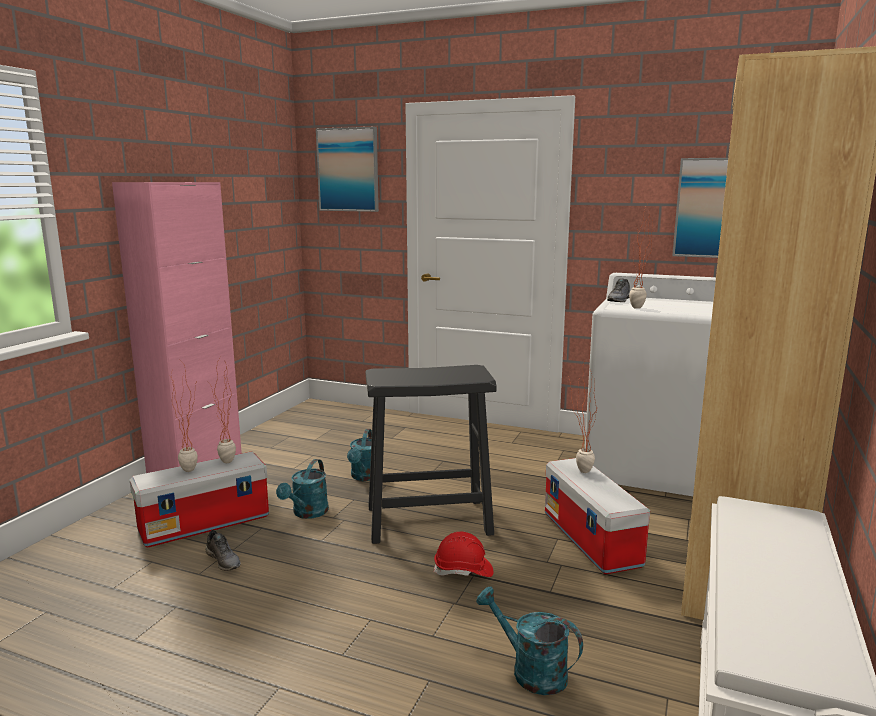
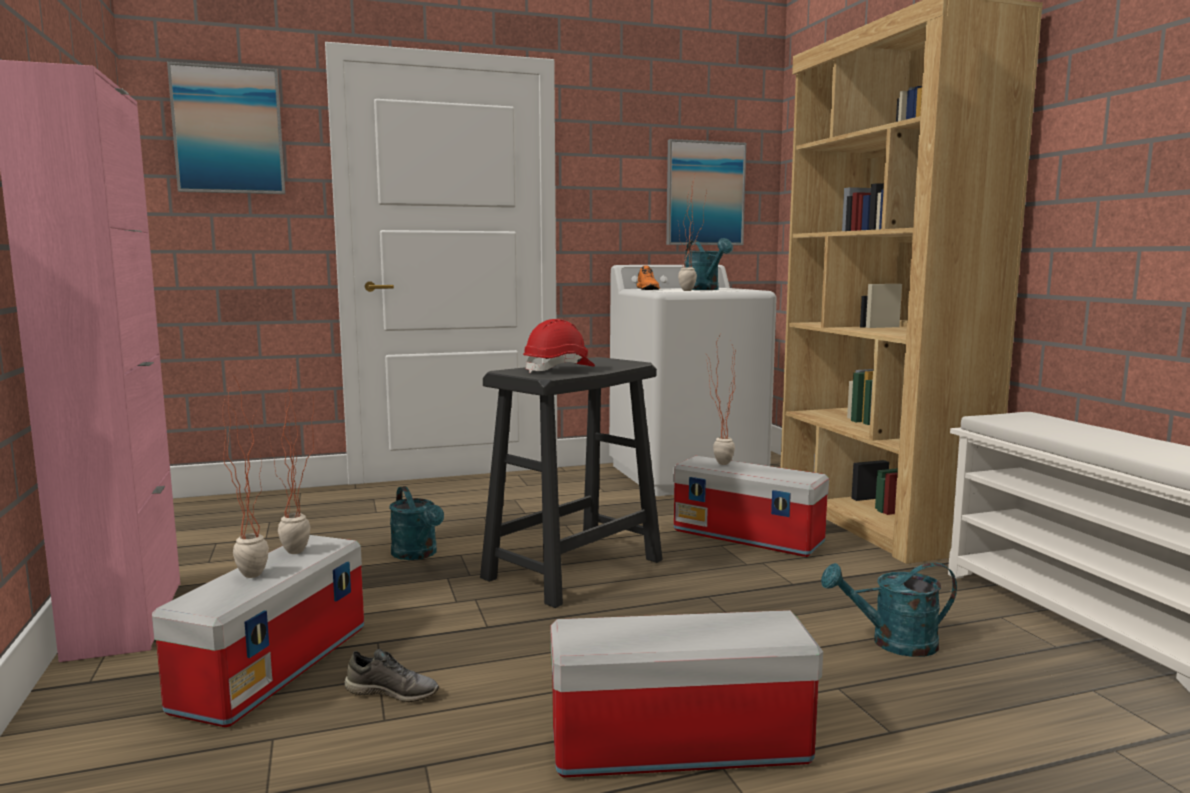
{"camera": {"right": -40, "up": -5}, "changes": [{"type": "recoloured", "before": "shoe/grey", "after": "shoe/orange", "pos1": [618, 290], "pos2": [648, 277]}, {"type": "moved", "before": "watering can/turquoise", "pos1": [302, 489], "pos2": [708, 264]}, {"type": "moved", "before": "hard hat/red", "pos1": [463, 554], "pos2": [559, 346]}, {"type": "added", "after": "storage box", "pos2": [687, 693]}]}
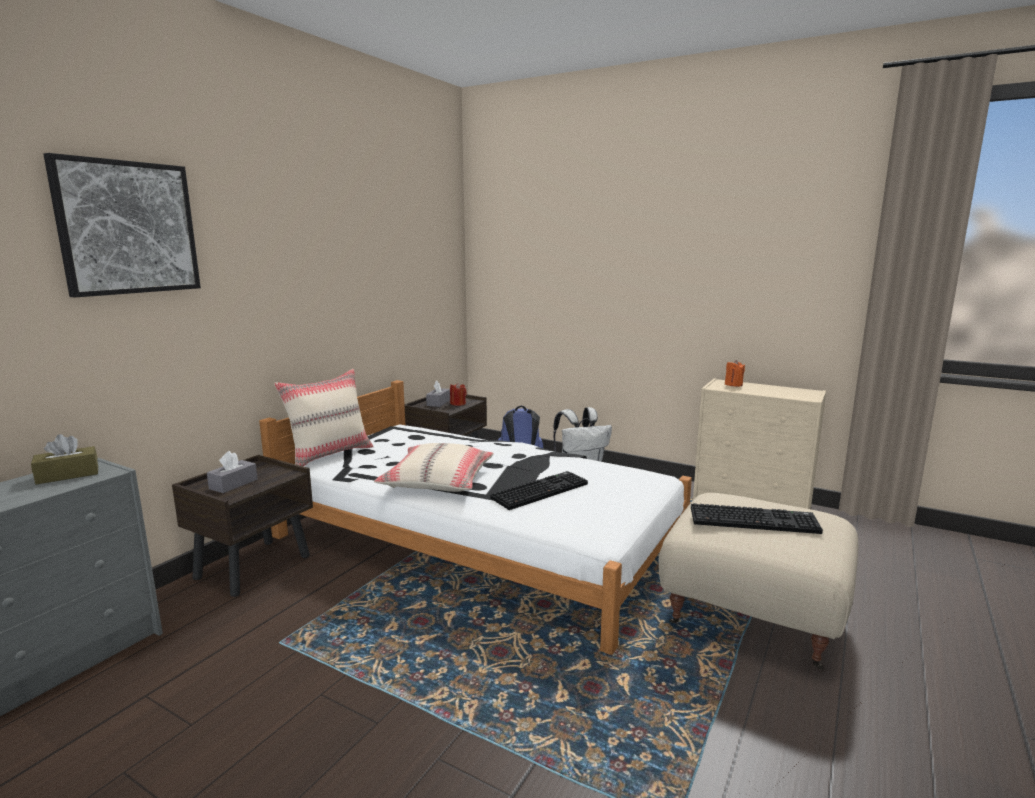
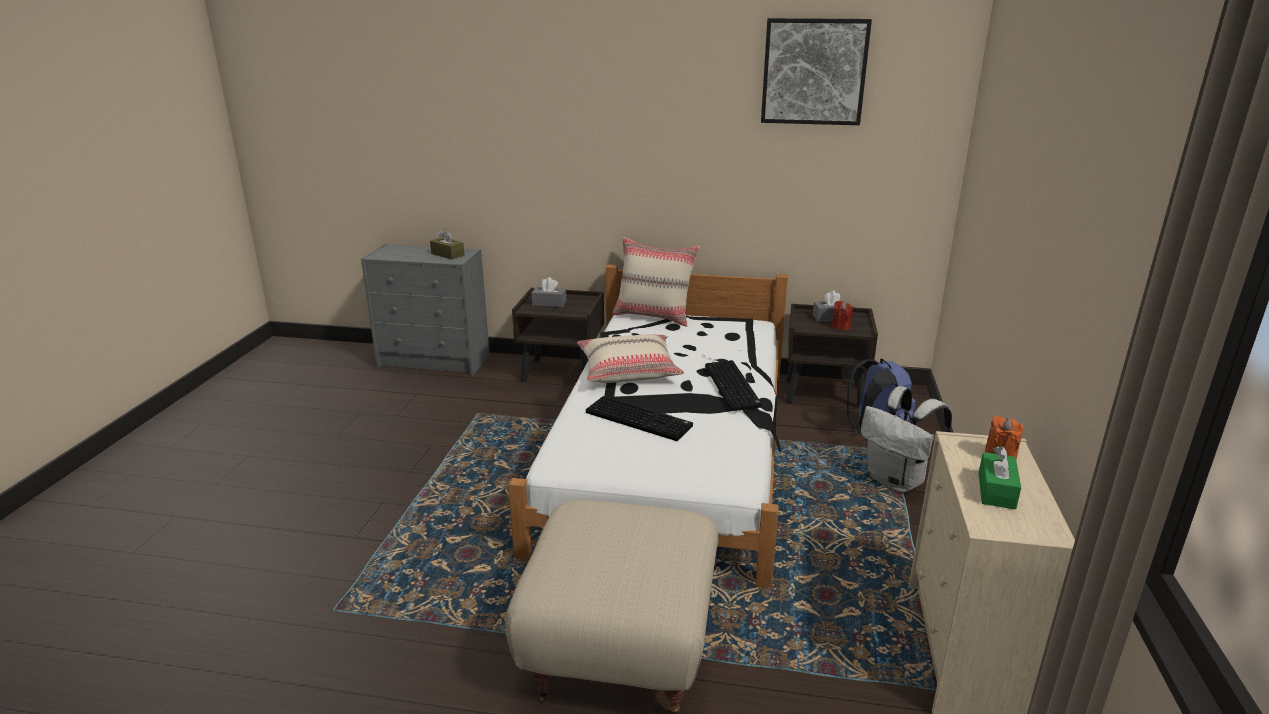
{"camera": {"right": 70, "up": 10}, "changes": [{"type": "moved", "before": "picture", "pos1": [122, 225], "pos2": [816, 71]}, {"type": "moved", "before": "keyboard", "pos1": [757, 518], "pos2": [733, 385]}, {"type": "added", "after": "tissue box/green", "pos2": [1000, 478]}]}
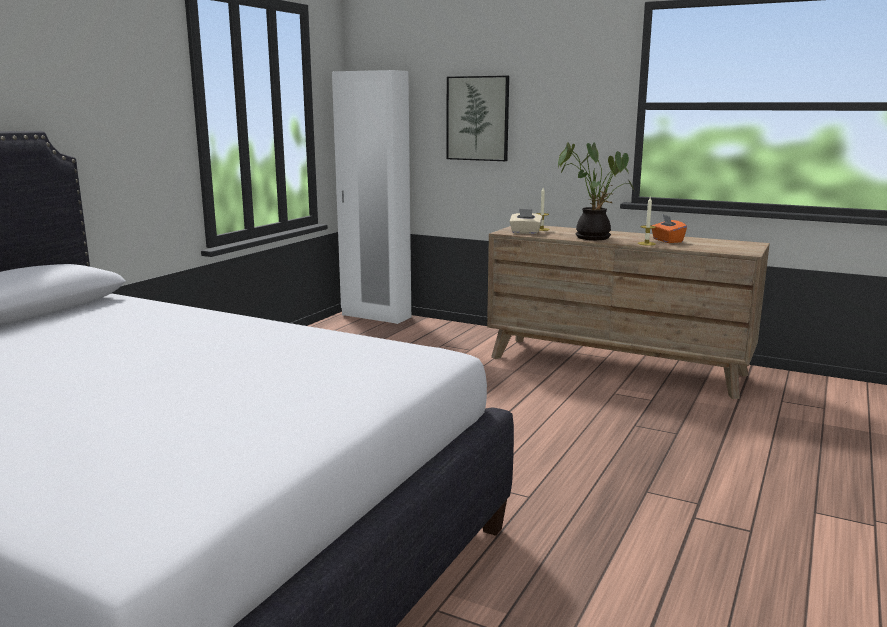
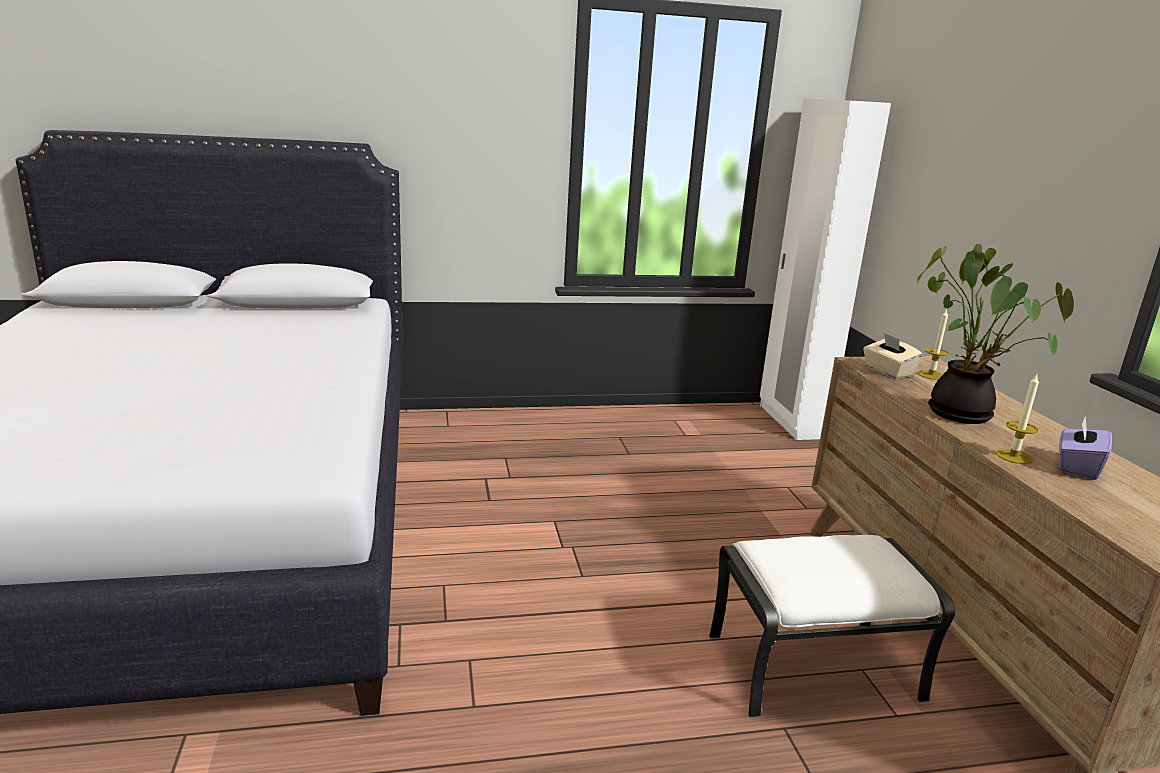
{"camera": {"right": 50, "up": 5}, "changes": [{"type": "removed", "before": "picture", "pos1": [478, 118]}, {"type": "recoloured", "before": "tissue box/orange", "after": "tissue box/purple", "pos1": [669, 229], "pos2": [1085, 448]}, {"type": "added", "after": "ottoman/white", "pos2": [832, 626]}]}
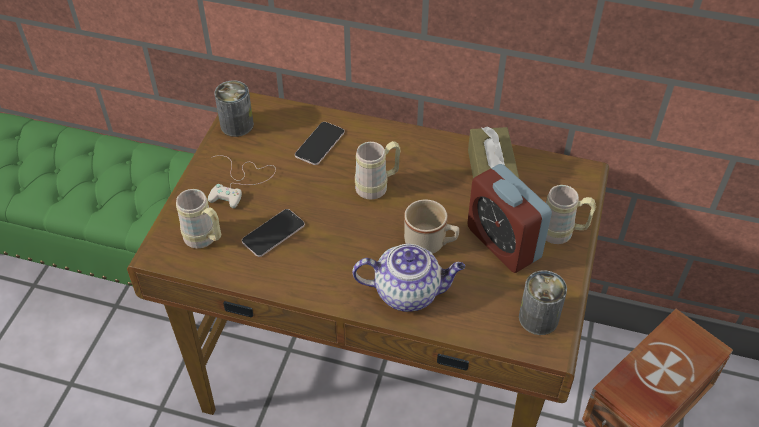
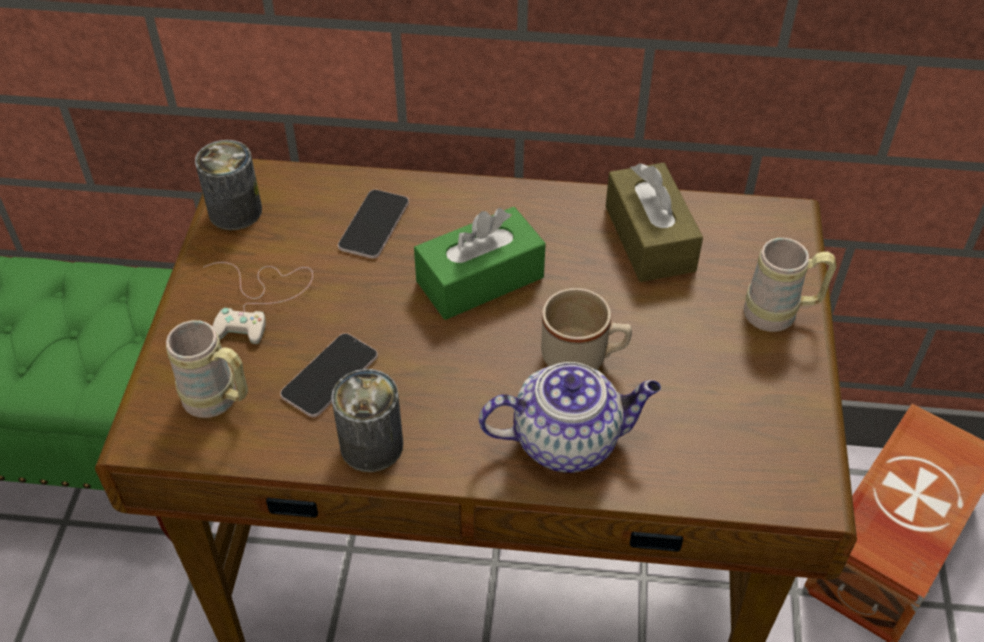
{"camera": {"right": -10, "up": 0}, "changes": [{"type": "replaced", "before": "mug/beige", "after": "tissue box/green", "pos1": [377, 170], "pos2": [480, 263]}, {"type": "removed", "before": "alarm clock", "pos1": [509, 218]}, {"type": "moved", "before": "can", "pos1": [543, 302], "pos2": [367, 420]}]}
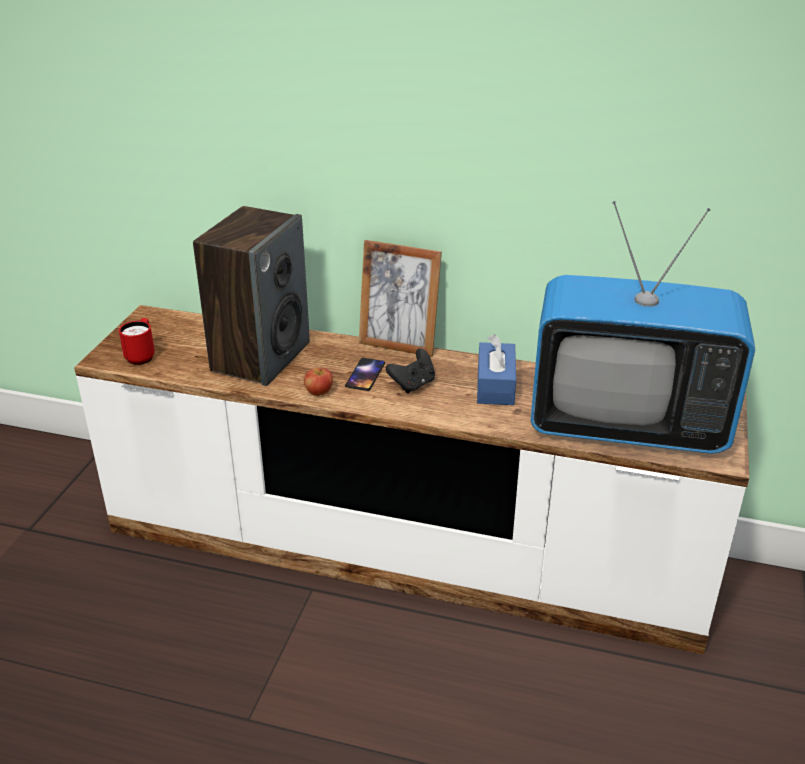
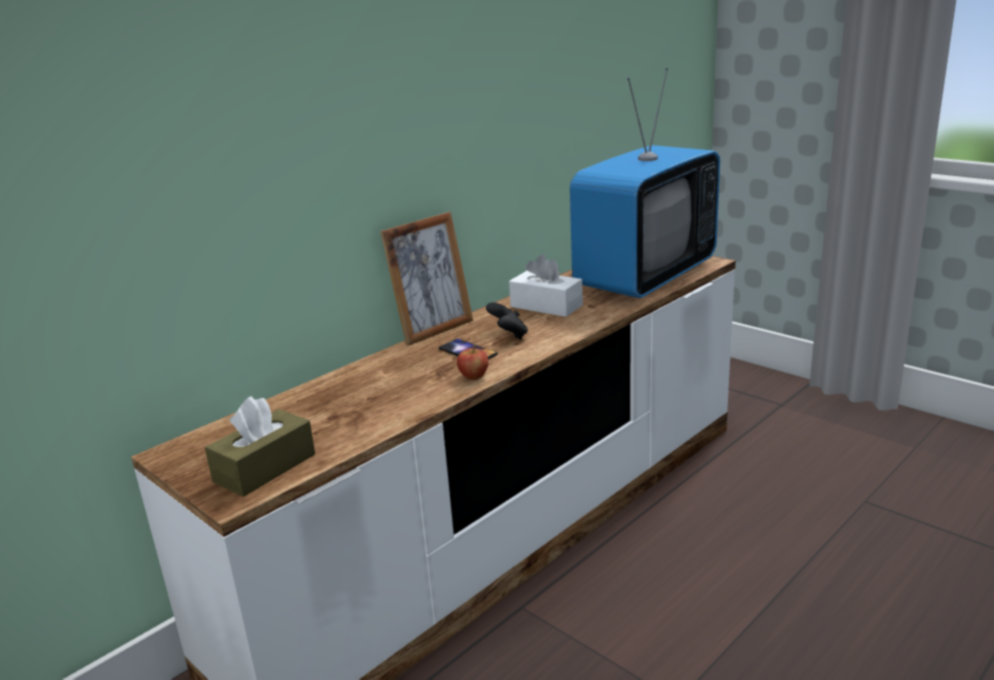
{"camera": {"right": -60, "up": -10}, "changes": [{"type": "removed", "before": "speaker", "pos1": [251, 296]}, {"type": "replaced", "before": "mug/red", "after": "tissue box/brown", "pos1": [137, 341], "pos2": [260, 446]}, {"type": "recoloured", "before": "tissue box/blue", "after": "tissue box/white", "pos1": [496, 369], "pos2": [546, 285]}]}
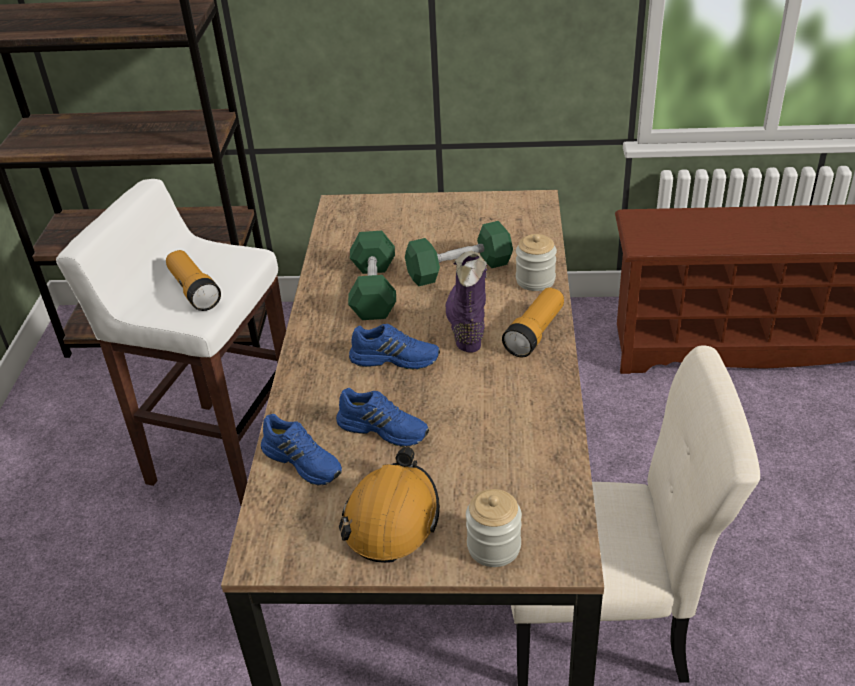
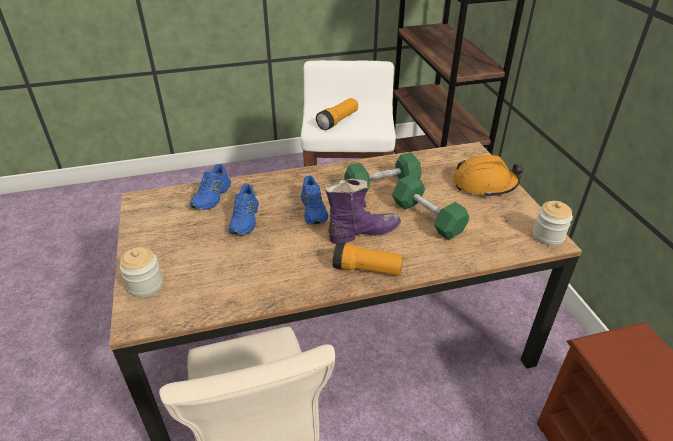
{"camera": {"right": 70, "up": 0}, "changes": [{"type": "moved", "before": "jar", "pos1": [536, 262], "pos2": [553, 223]}, {"type": "moved", "before": "hard hat/orange", "pos1": [389, 504], "pos2": [489, 176]}]}
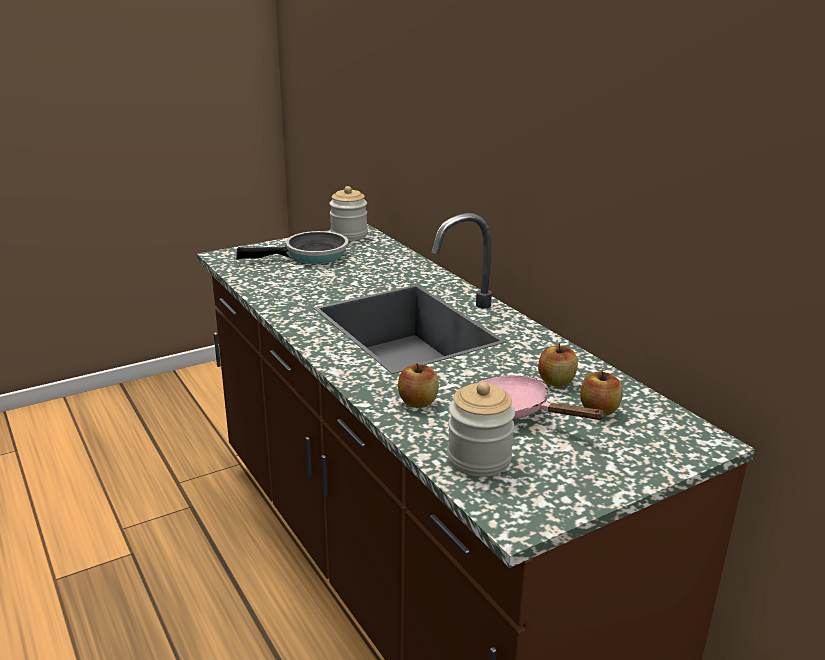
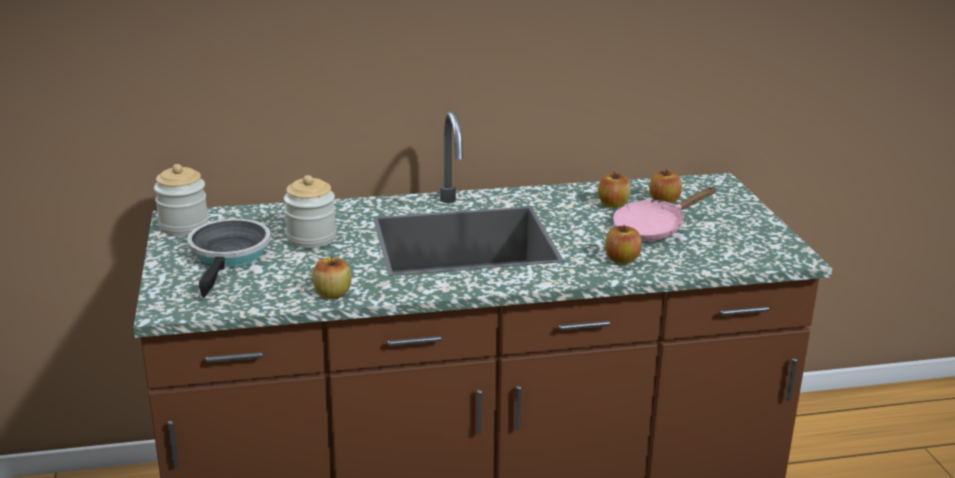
{"camera": {"right": -70, "up": 0}, "changes": [{"type": "moved", "before": "jar", "pos1": [481, 429], "pos2": [310, 211]}, {"type": "added", "after": "apple", "pos2": [332, 277]}]}
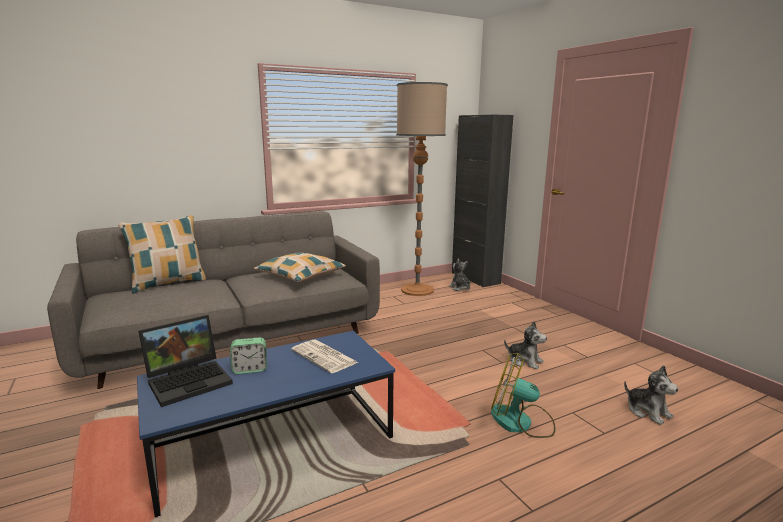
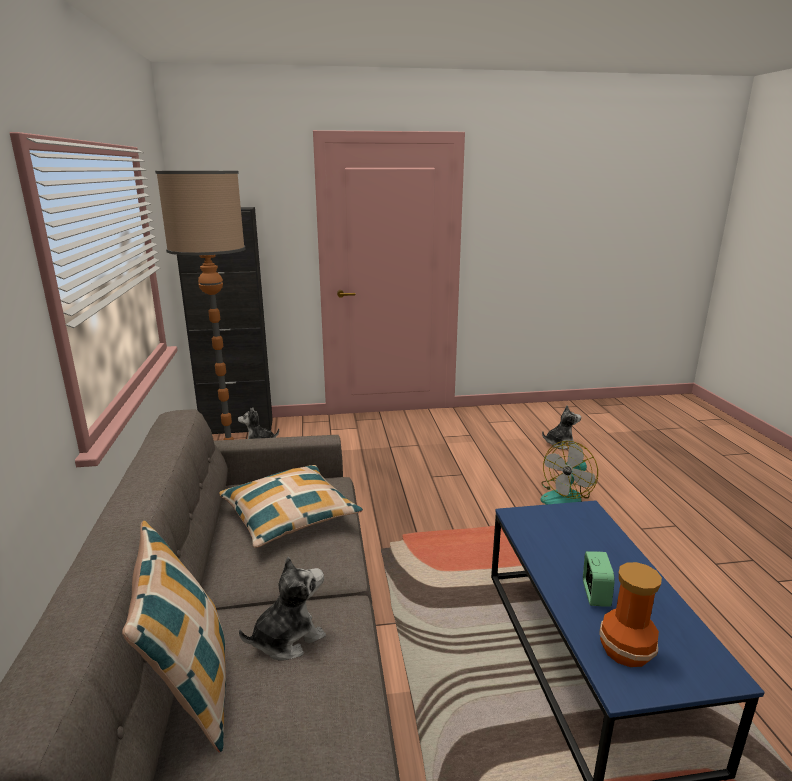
{"camera": {"right": -70, "up": 5}, "changes": [{"type": "replaced", "before": "laptop", "after": "vase", "pos1": [185, 361], "pos2": [630, 614]}, {"type": "moved", "before": "plush toy", "pos1": [525, 345], "pos2": [282, 608]}, {"type": "removed", "before": "newspaper", "pos1": [324, 356]}]}
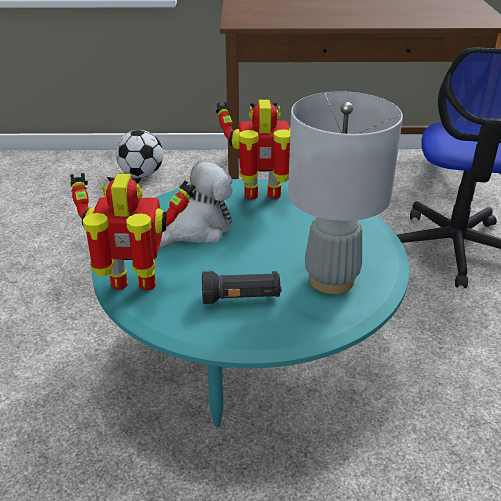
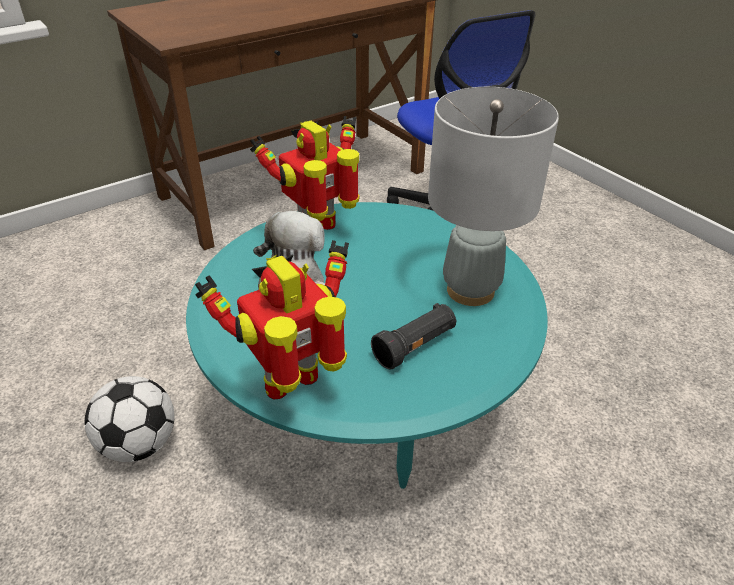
{"camera": {"right": -35, "up": 5}, "changes": [{"type": "moved", "before": "football", "pos1": [139, 153], "pos2": [130, 419]}]}
